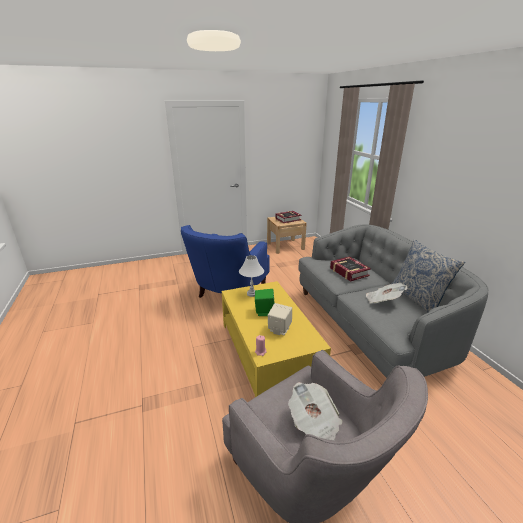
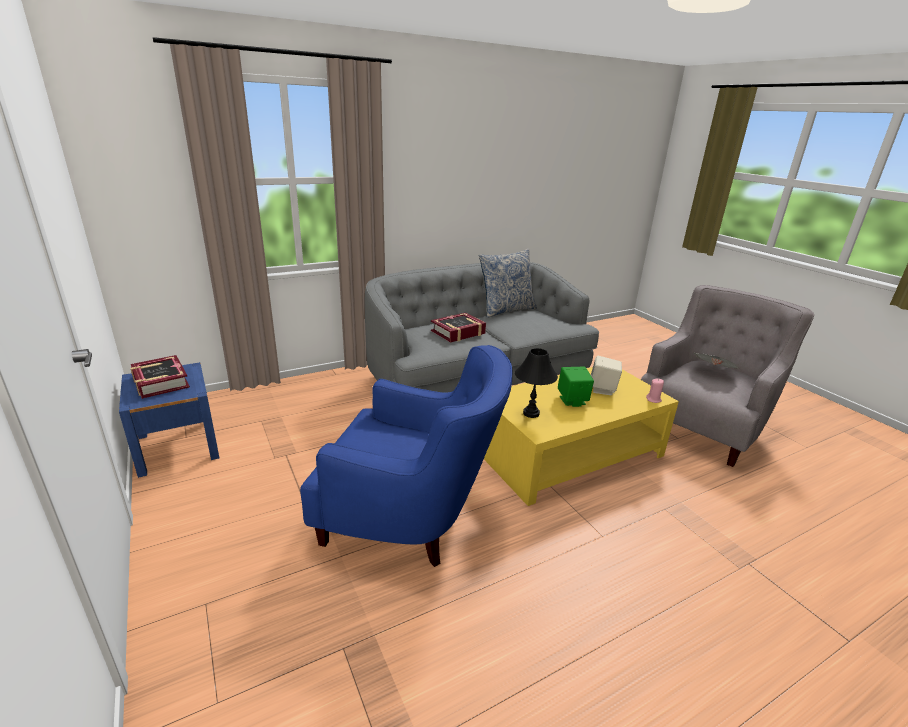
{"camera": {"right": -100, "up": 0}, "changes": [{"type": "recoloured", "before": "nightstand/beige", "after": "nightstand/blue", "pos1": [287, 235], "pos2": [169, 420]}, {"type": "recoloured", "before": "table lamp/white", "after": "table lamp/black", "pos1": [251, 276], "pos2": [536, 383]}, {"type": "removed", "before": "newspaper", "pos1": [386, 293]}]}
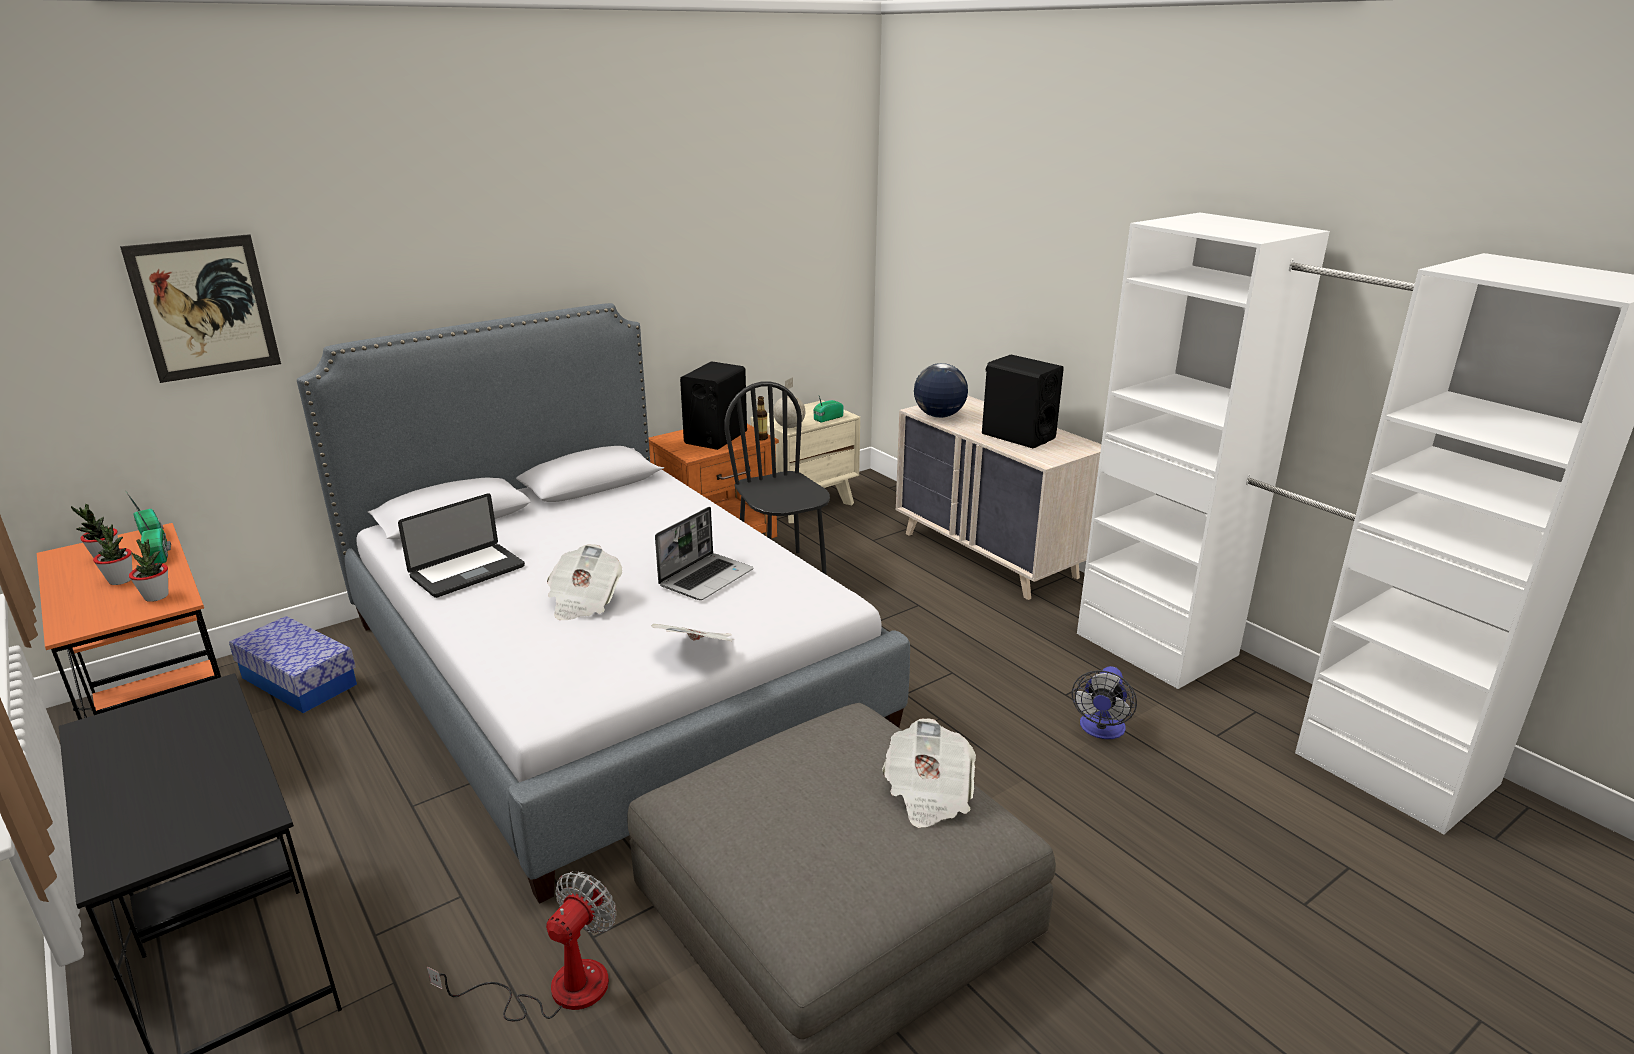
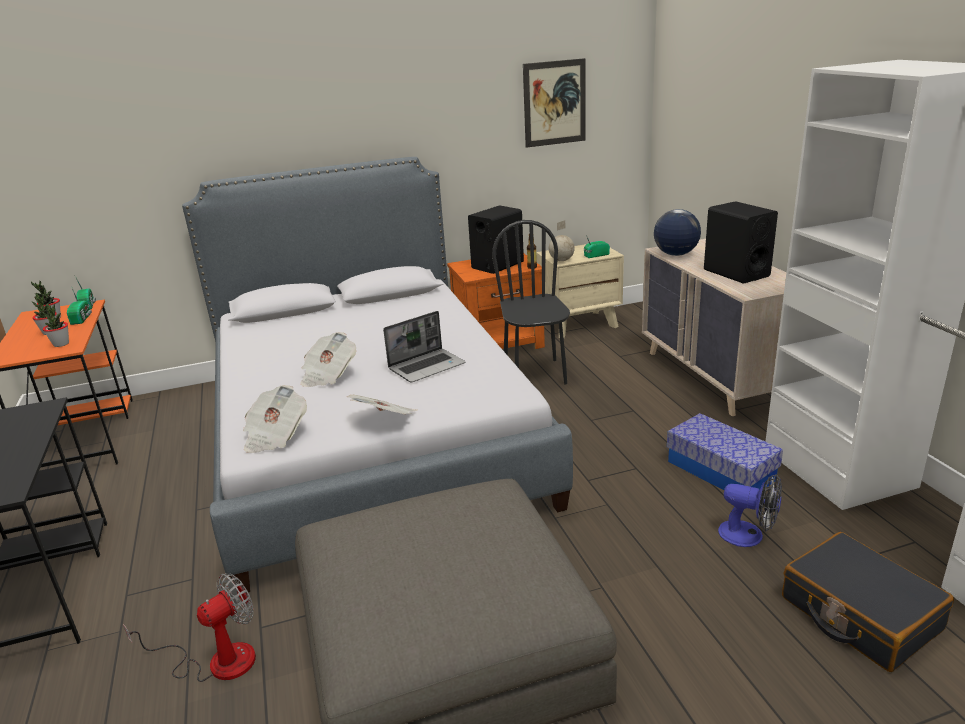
{"camera": {"right": 20, "up": 0}, "changes": [{"type": "moved", "before": "picture", "pos1": [200, 308], "pos2": [554, 103]}, {"type": "removed", "before": "laptop", "pos1": [461, 545]}, {"type": "moved", "before": "storage box", "pos1": [293, 664], "pos2": [725, 452]}, {"type": "turned", "before": "fan", "pos1": [1104, 702], "pos2": [750, 510], "turn": -105}, {"type": "moved", "before": "newspaper", "pos1": [929, 773], "pos2": [275, 419]}, {"type": "added", "after": "suitcase/black", "pos2": [868, 602]}]}
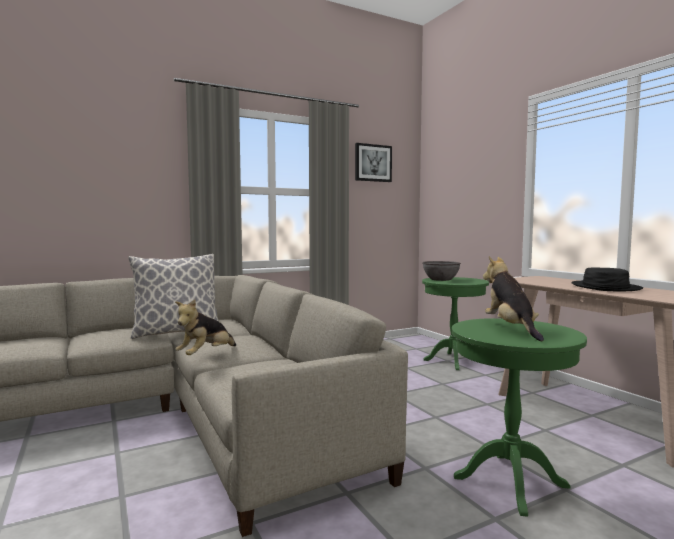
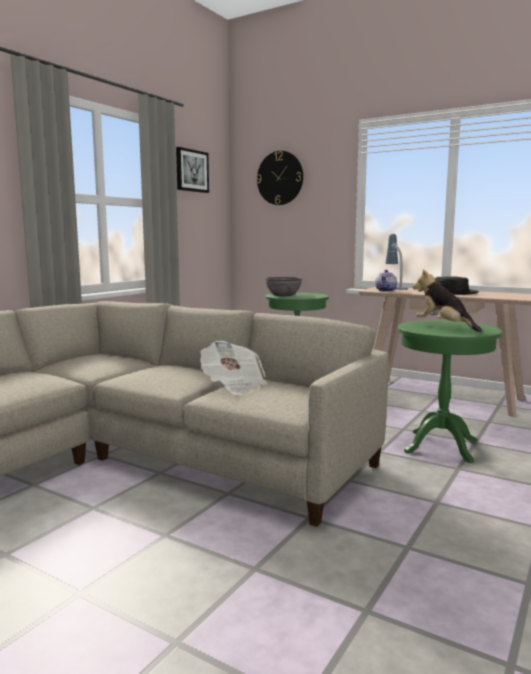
{"camera": {"right": -30, "up": 5}, "changes": [{"type": "removed", "before": "pillow", "pos1": [173, 296]}, {"type": "removed", "before": "plush toy", "pos1": [205, 327]}, {"type": "added", "after": "wall clock", "pos2": [279, 178]}, {"type": "added", "after": "table lamp", "pos2": [397, 262]}, {"type": "added", "after": "teapot", "pos2": [386, 281]}, {"type": "added", "after": "newspaper", "pos2": [233, 368]}]}
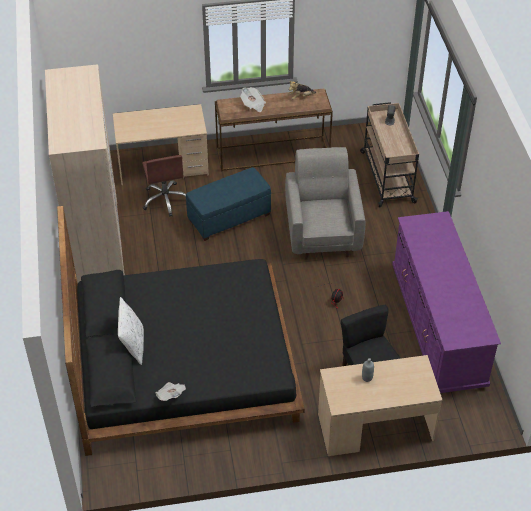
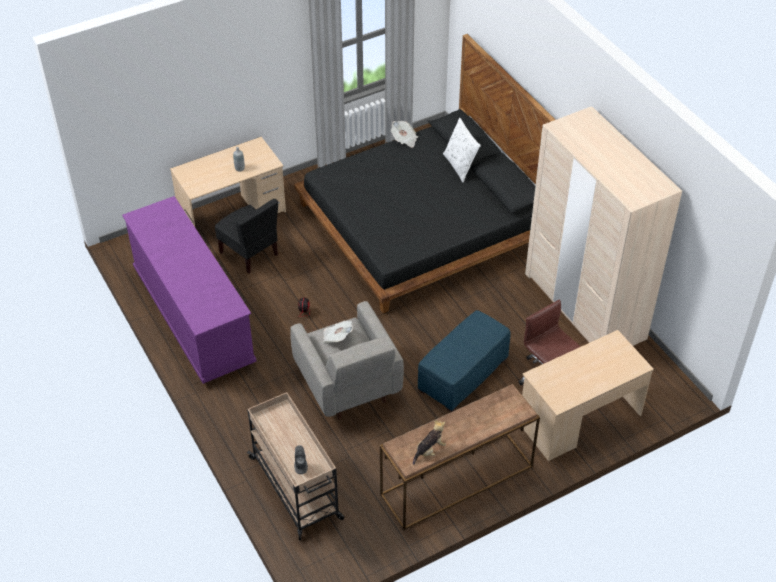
{"camera": {"right": 160, "up": 0}, "changes": [{"type": "moved", "before": "newspaper", "pos1": [253, 99], "pos2": [338, 332]}]}
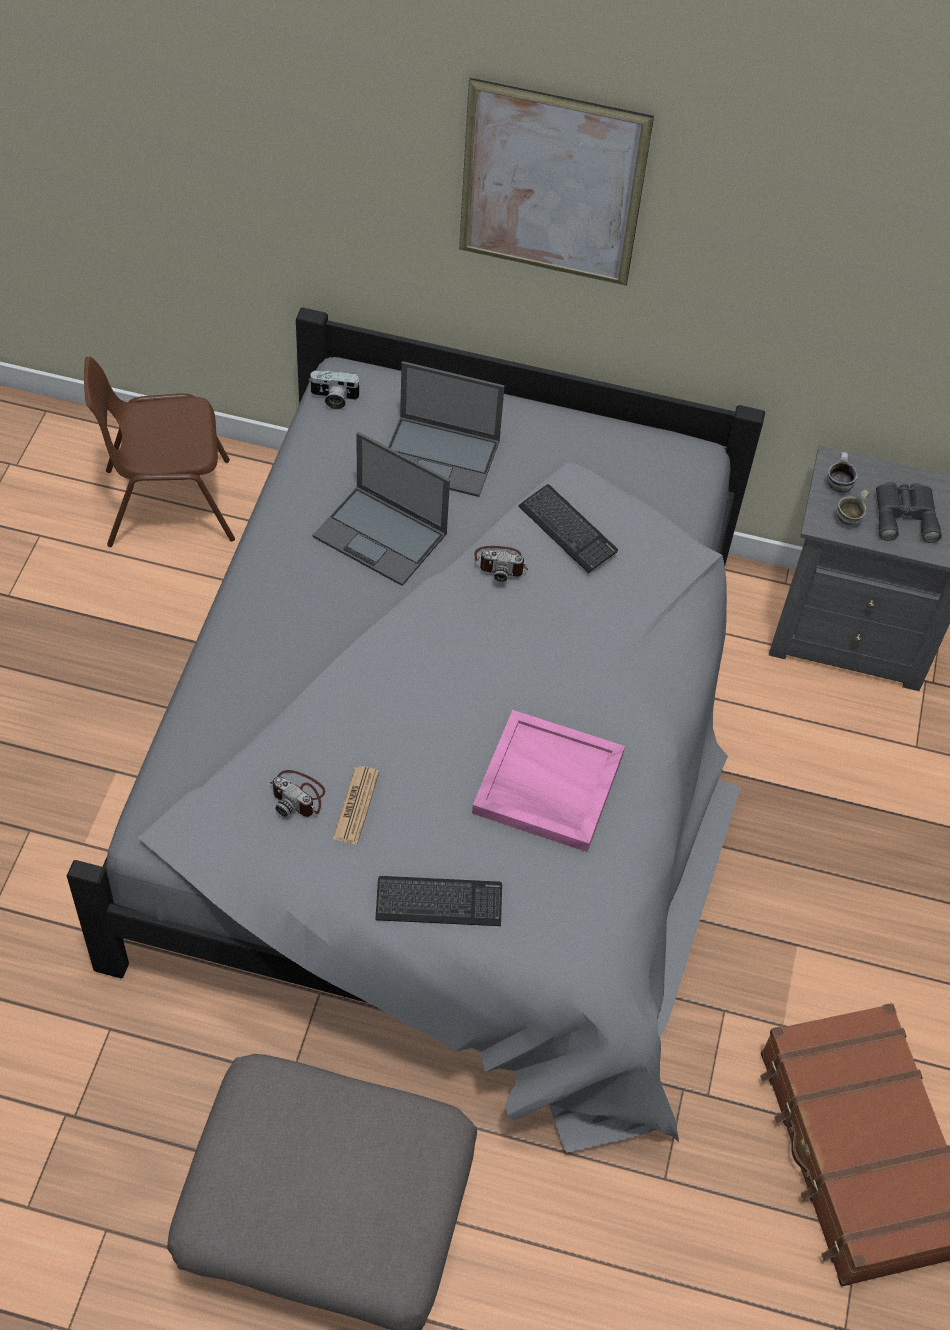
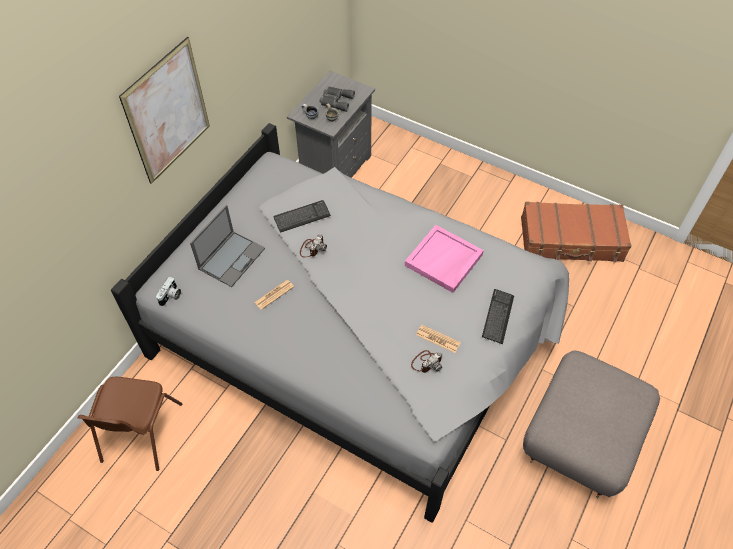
{"camera": {"right": -70, "up": 0}, "changes": [{"type": "replaced", "before": "laptop", "after": "newspaper", "pos1": [381, 509], "pos2": [274, 295]}]}
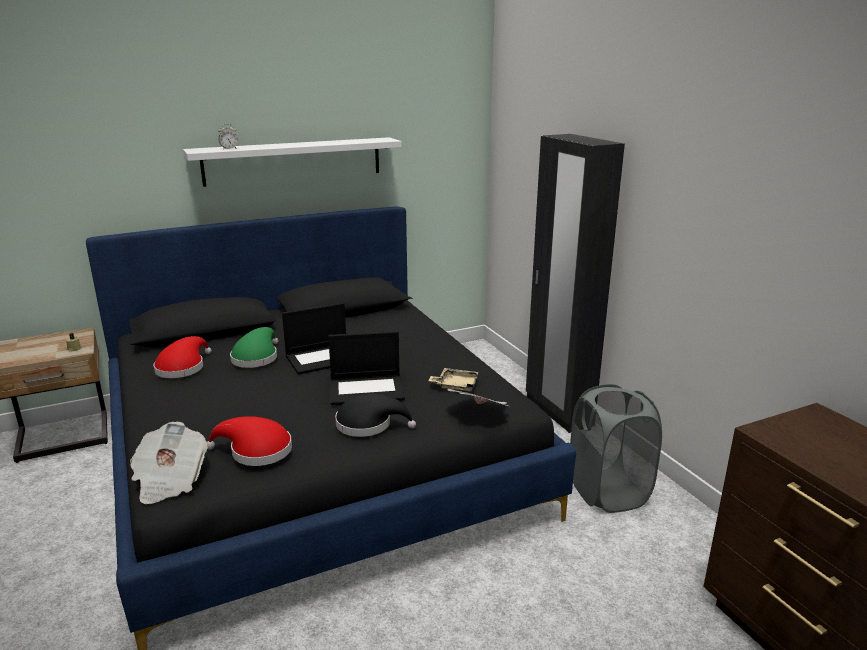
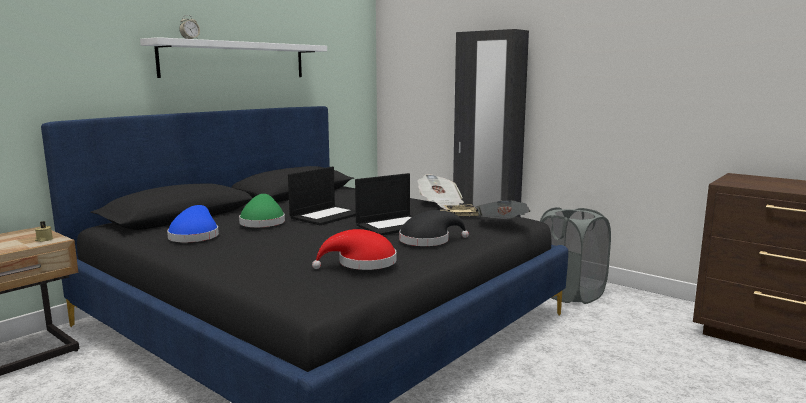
{"camera": {"right": -25, "up": -10}, "changes": [{"type": "recoloured", "before": "hat/red", "after": "hat/blue", "pos1": [182, 357], "pos2": [193, 223]}, {"type": "moved", "before": "newspaper", "pos1": [169, 463], "pos2": [440, 191]}]}
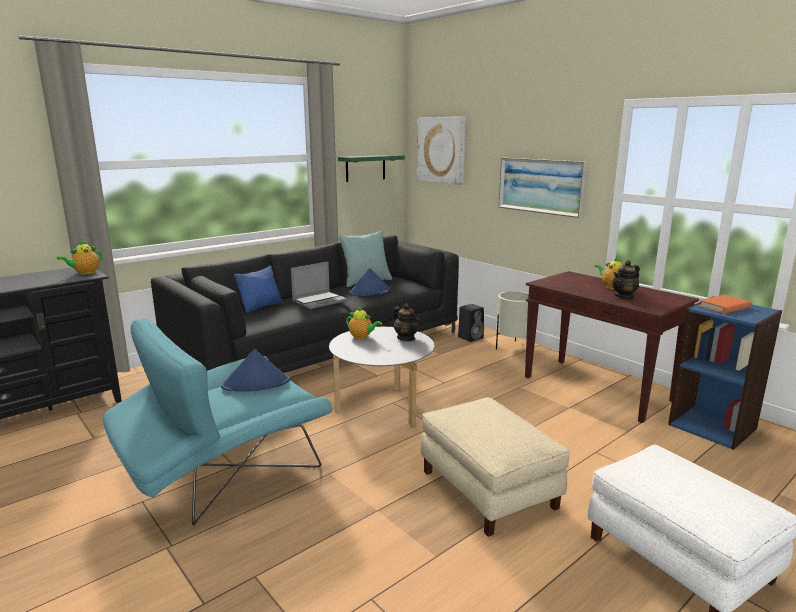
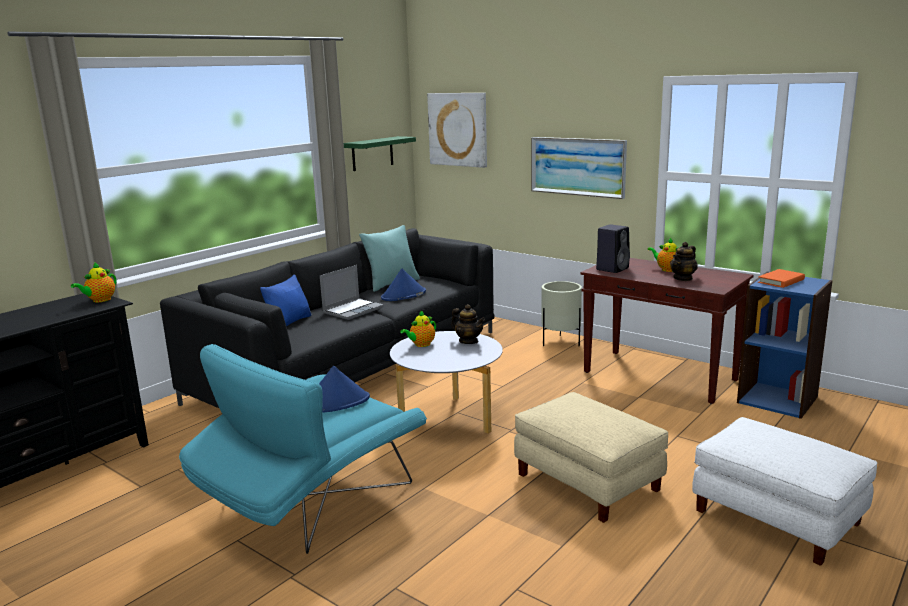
{"camera": {"right": -10, "up": 0}, "changes": [{"type": "moved", "before": "speaker/black", "pos1": [471, 323], "pos2": [613, 248]}, {"type": "turned", "before": "teapot", "pos1": [364, 322], "pos2": [418, 328], "turn": 120}]}
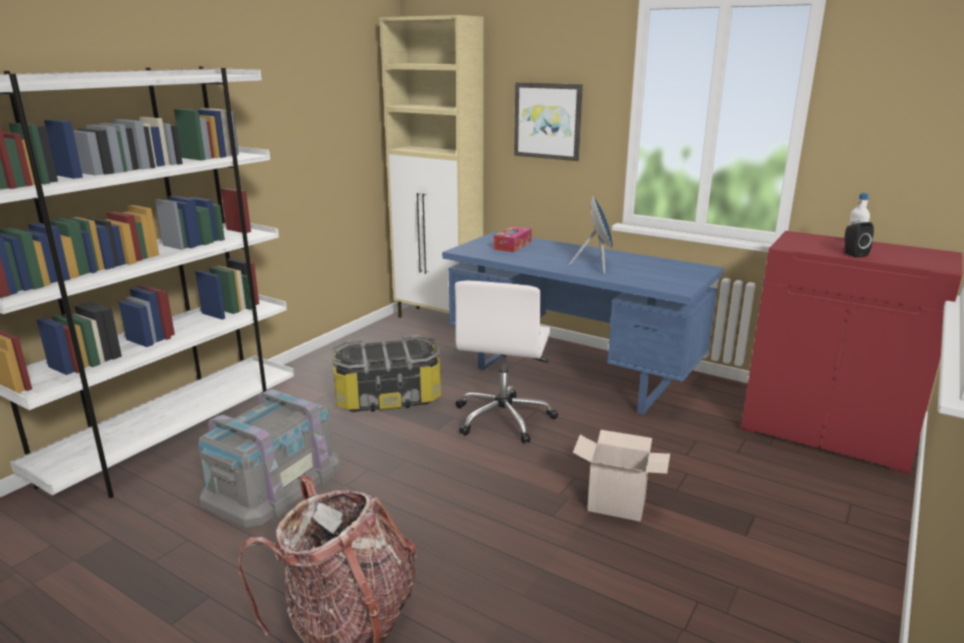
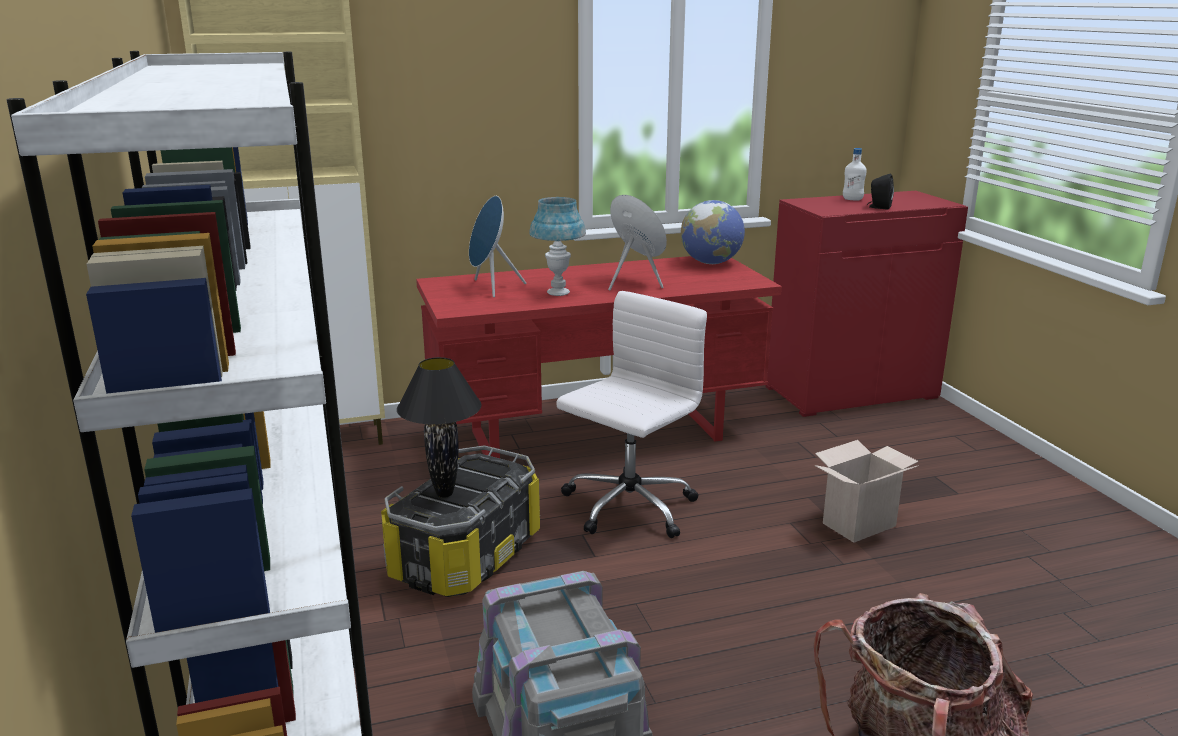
{"camera": {"right": -50, "up": 0}, "changes": [{"type": "removed", "before": "picture", "pos1": [548, 121]}, {"type": "replaced", "before": "tissue box", "after": "speaker/blue", "pos1": [513, 239], "pos2": [497, 247]}, {"type": "recoloured", "before": "desk/blue", "after": "desk/red", "pos1": [583, 323], "pos2": [599, 357]}, {"type": "turned", "before": "office chair/white", "pos1": [506, 361], "pos2": [631, 414], "turn": -105}, {"type": "added", "after": "table lamp/blue", "pos2": [557, 246]}, {"type": "added", "after": "globe", "pos2": [713, 232]}, {"type": "added", "after": "table lamp/black", "pos2": [439, 427]}]}
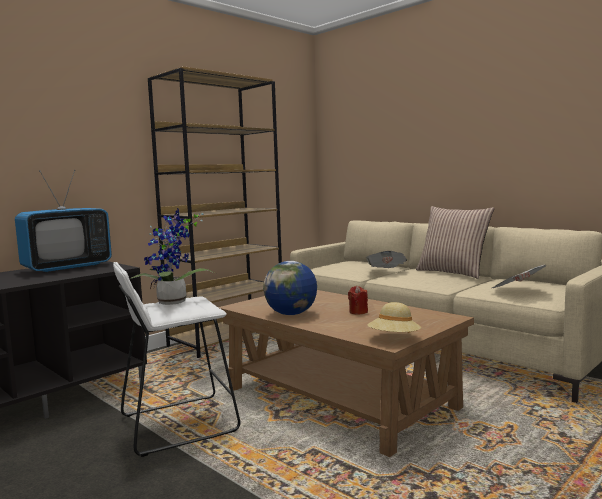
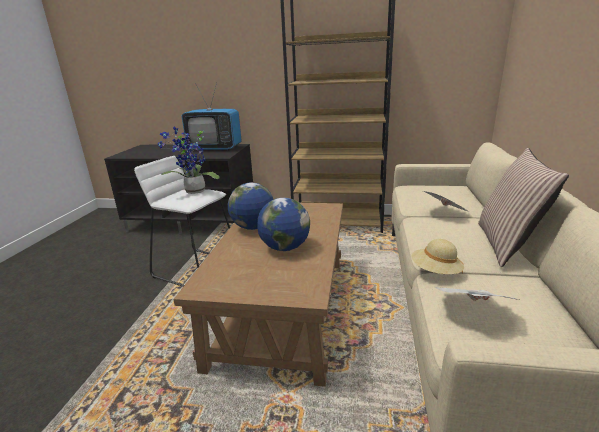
{"camera": {"right": 55, "up": 15}, "changes": [{"type": "replaced", "before": "candle/red", "after": "globe", "pos1": [358, 300], "pos2": [283, 224]}, {"type": "moved", "before": "hat/beige", "pos1": [394, 317], "pos2": [438, 256]}]}
